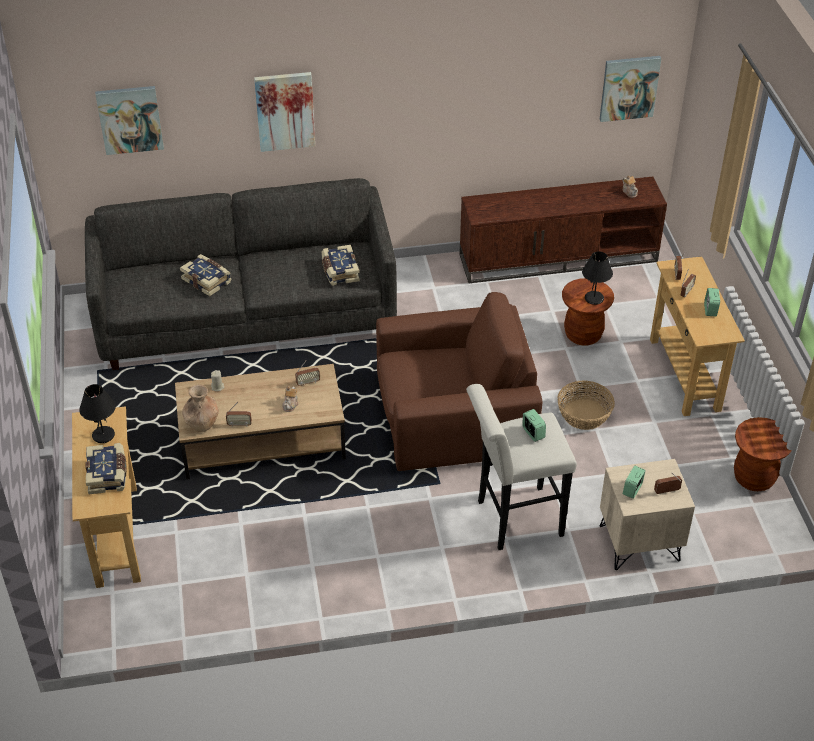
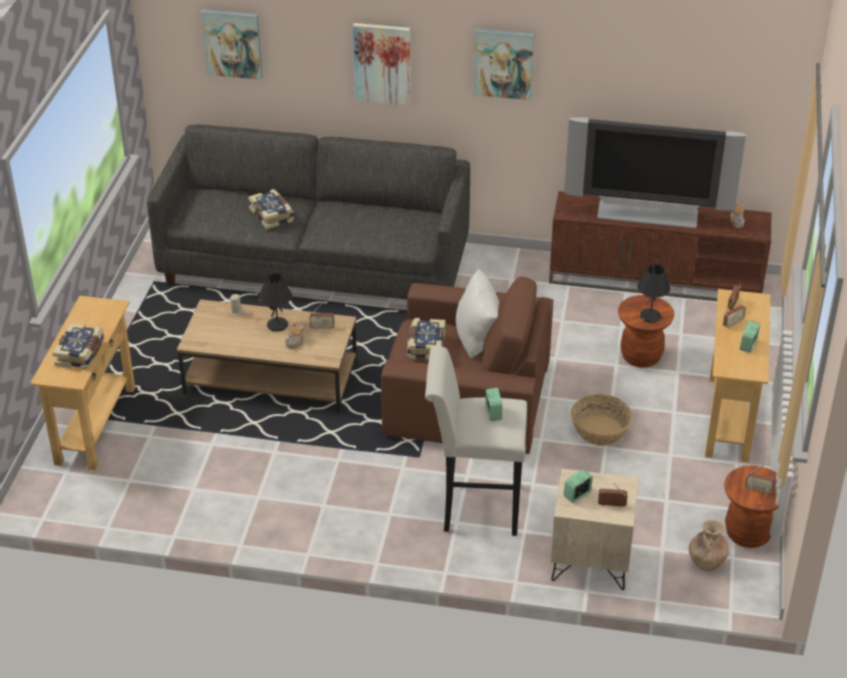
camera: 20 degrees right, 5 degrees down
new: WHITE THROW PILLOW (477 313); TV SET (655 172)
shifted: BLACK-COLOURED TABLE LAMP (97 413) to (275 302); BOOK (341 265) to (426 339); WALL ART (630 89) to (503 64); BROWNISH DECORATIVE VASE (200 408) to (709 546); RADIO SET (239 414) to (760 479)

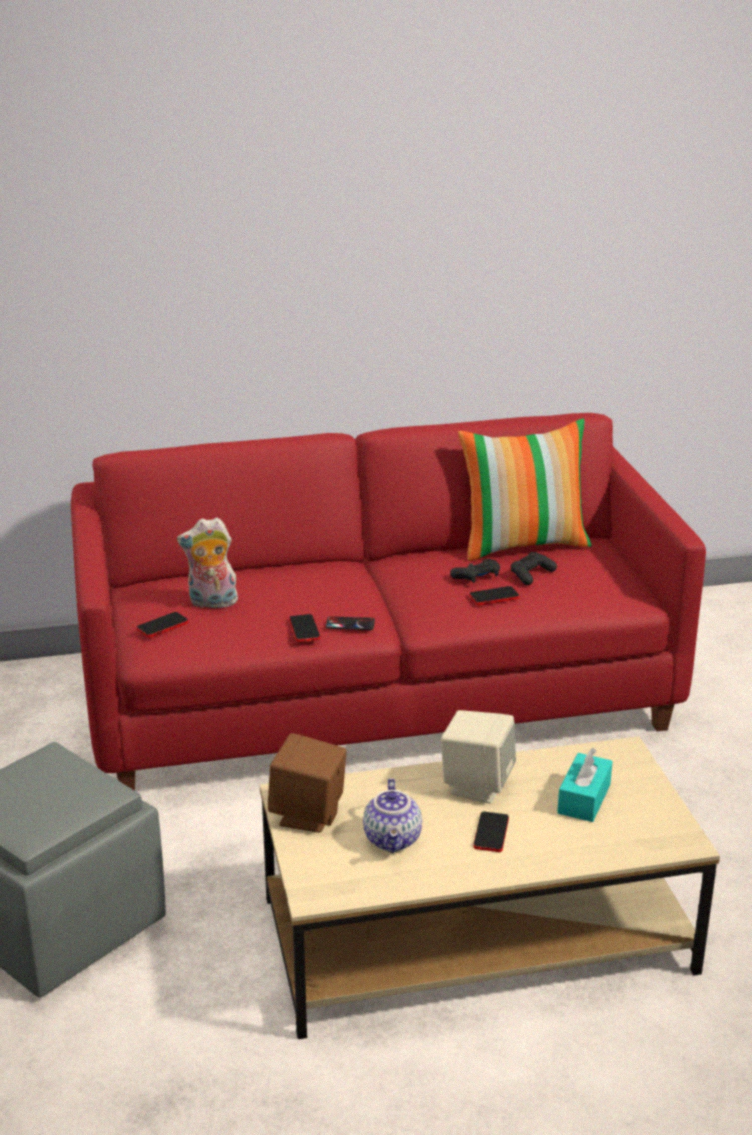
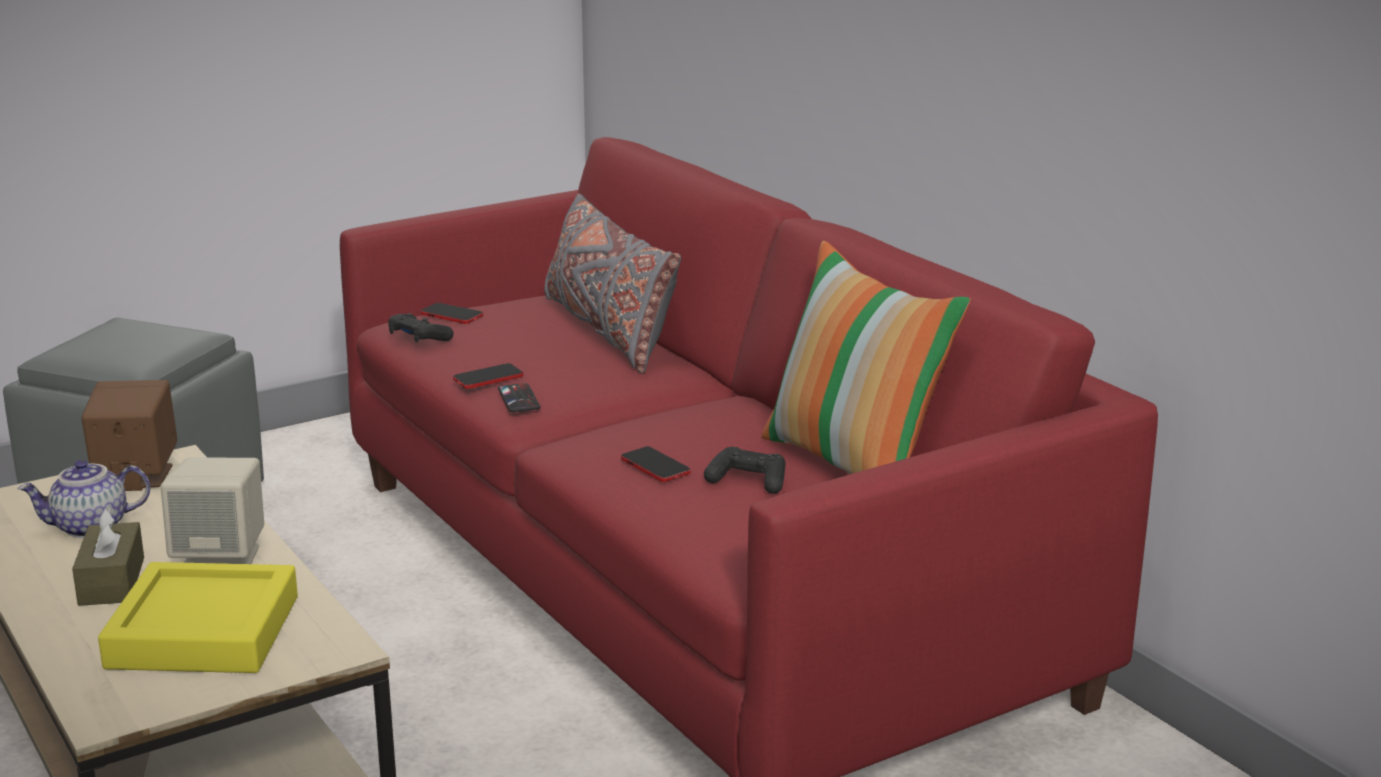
camera: 70 degrees right, 5 degrees down
gone: PLUSH TOY (208 563)
new: GREYISH THROW PILLOW (612 284)
shifted: BLACK-COLOURED GAMEPAD (475 571) to (421 328)
swapped: PHONE (491 831) to BROWNISH TISSUE BOX (108 556); BLUE-GREEN TISSUE BOX (585 785) to YELLOW CARRYING TRAY (198 617)

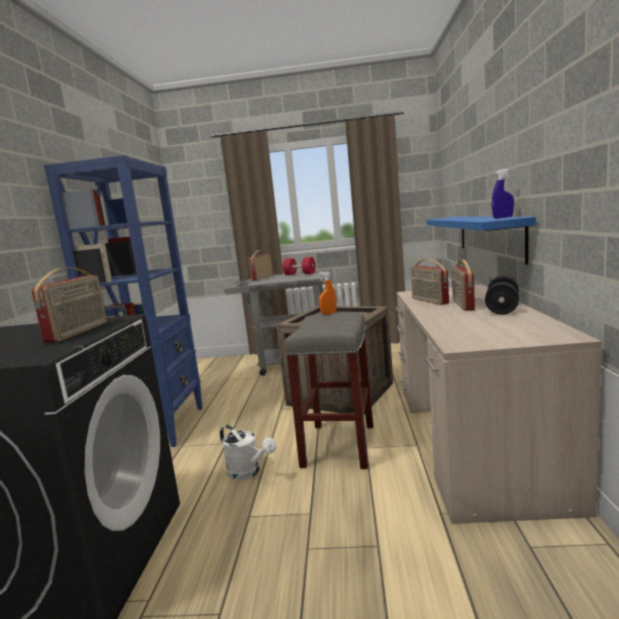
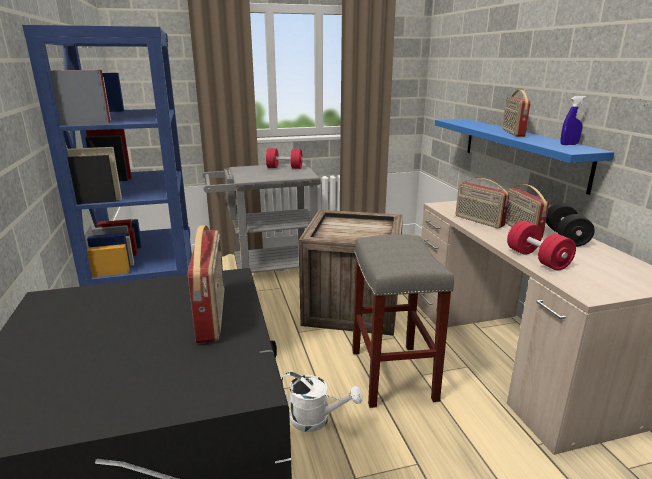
camera: 20 degrees left, 10 degrees up
gone: ORANGE HAND SPRAYER (327 293)
new: RED-COLOURED FREE WEIGHT (541 246)
shifted: RADIO SET (261 265) to (516 113)

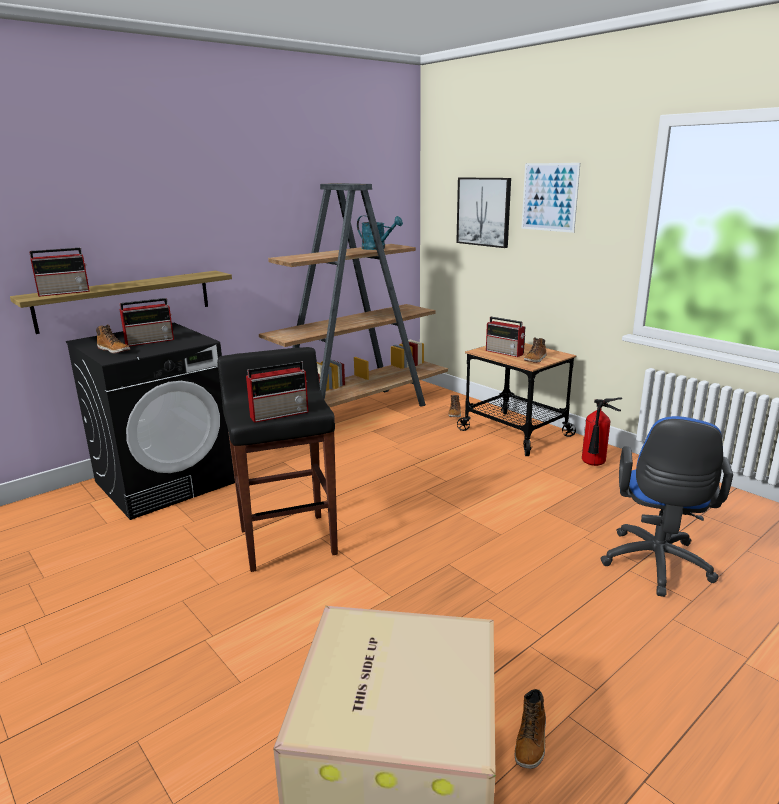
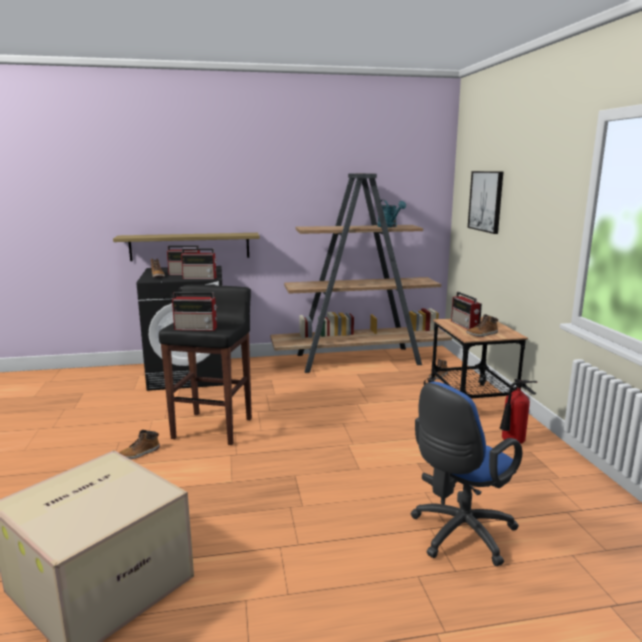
camera: 30 degrees right, 5 degrees down
gone: WALL ART (550 198)
shifted: TALL BOOT (530 729) to (139 444); RADIO SET (59 272) to (199 264)

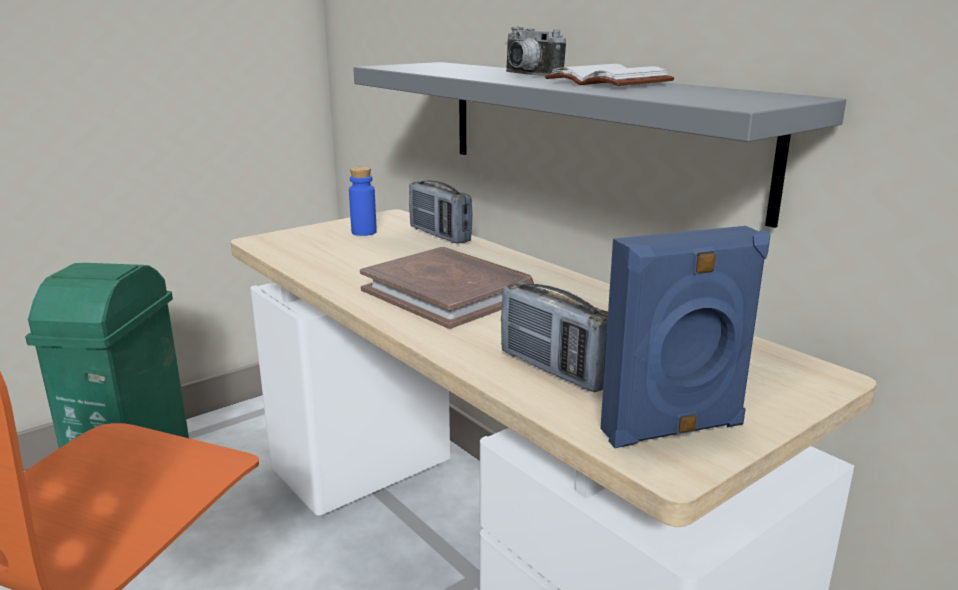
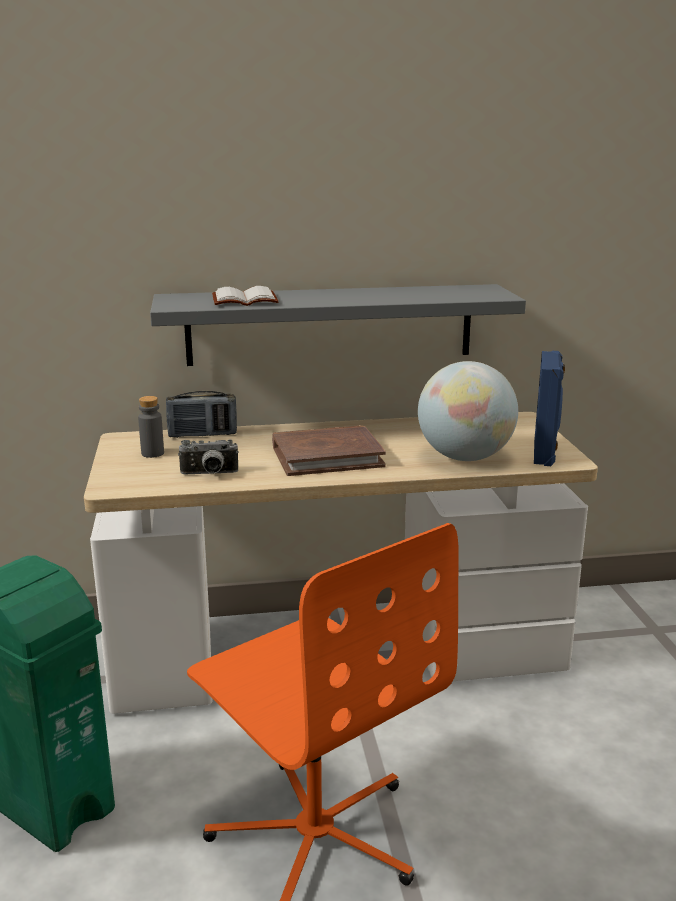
camera: 60 degrees left, 0 degrees up
shifted: PHOTO CAMERA (535 51) to (208 456); WHITE BOOK (609 75) to (245 296)
swapped: RADIO SET (554 337) to GLOBE (468 411)
repainted: BLUE-COLOURED BEVERAGE BOTTLE (363 201) to GREYISH BEVERAGE BOTTLE (151 427)

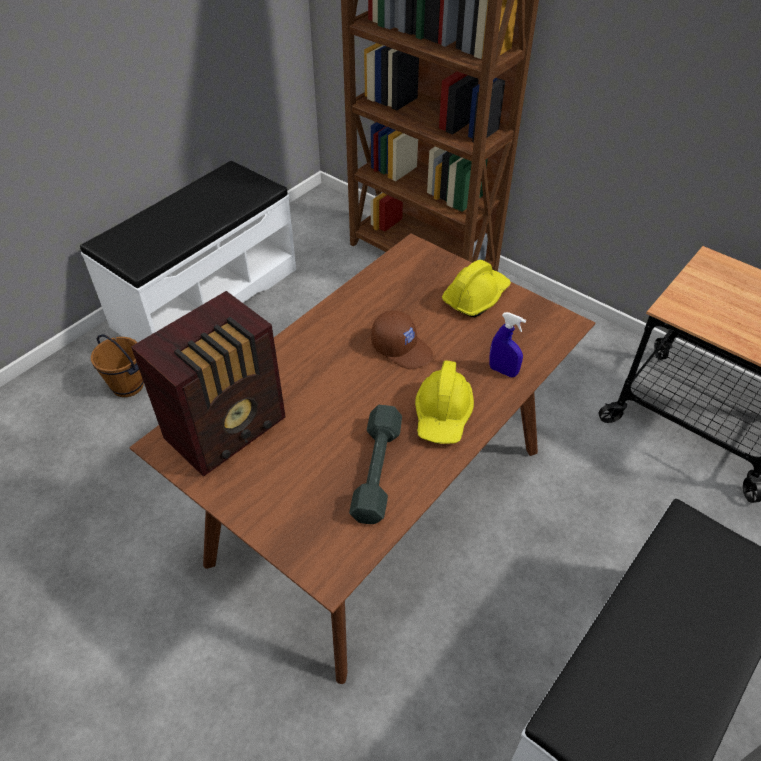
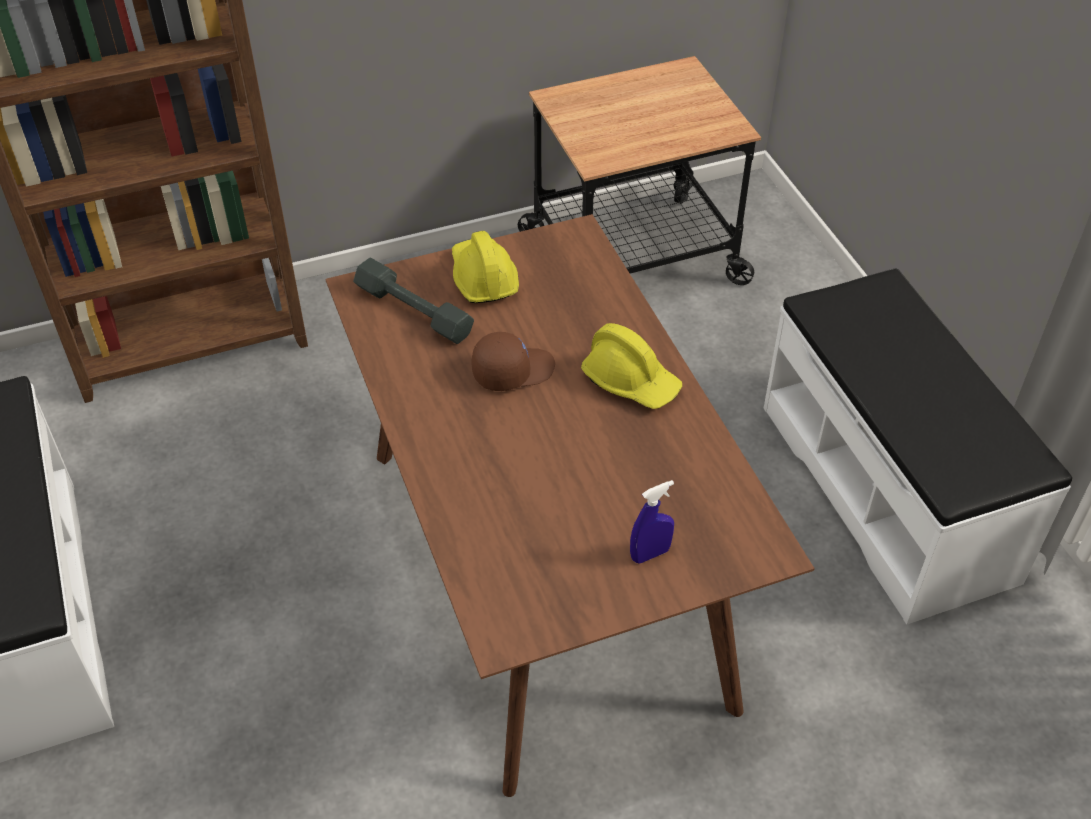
camera: 60 degrees left, 0 degrees up
gone: BROWNISH PAIL (117 365); RADIO SET (208 384)
shifted: GREYISH FREE WEIGHT (375 464) to (413 301); BLUE-COLOURED HAND SPRAYER (507 344) to (652 522)

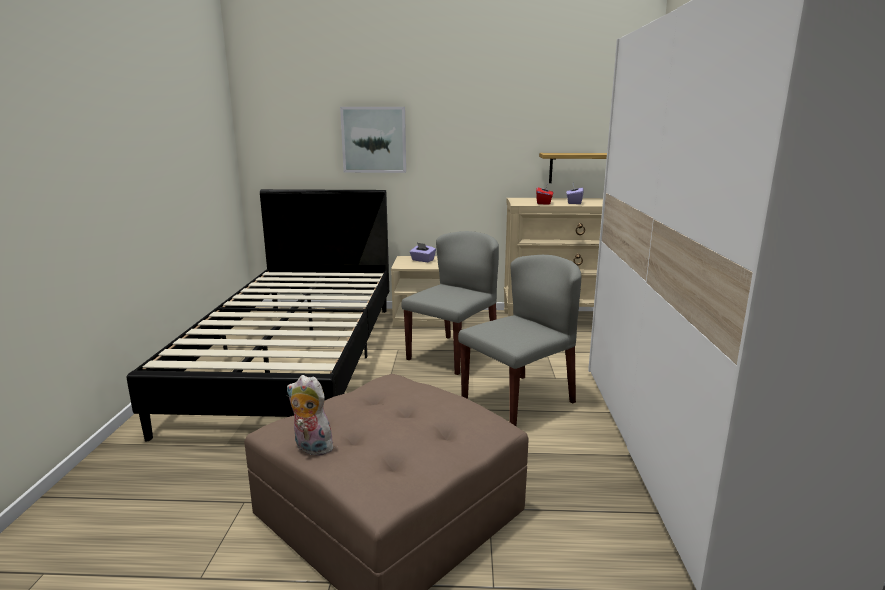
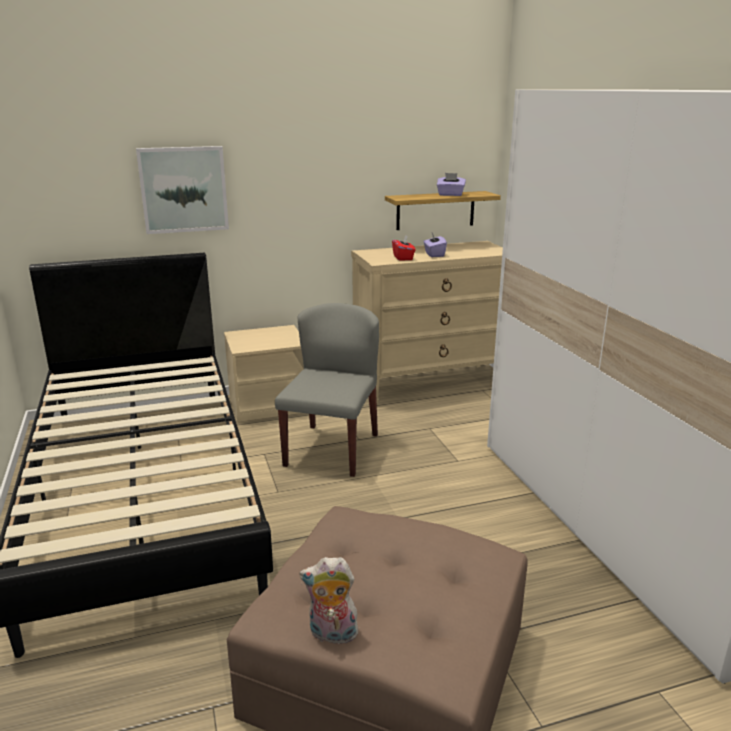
camera: 20 degrees left, 5 degrees up
gone: GREYISH PLAIN CHAIR (519 340)
shifted: PURPLE-COLOURED TISSUE BOX (423 252) to (451 184)

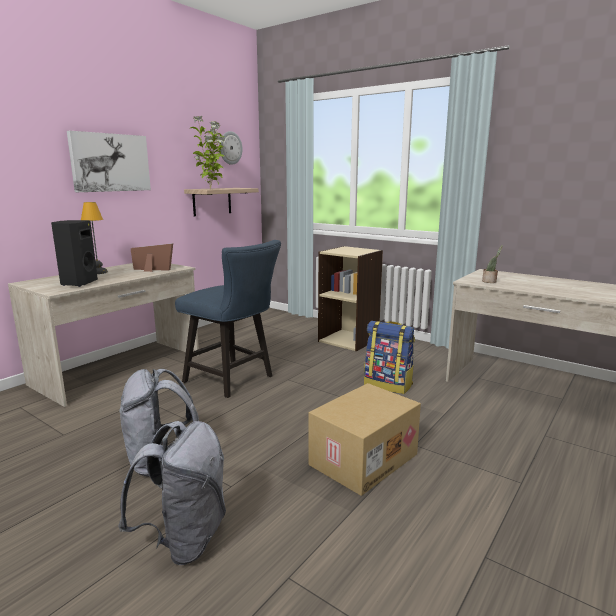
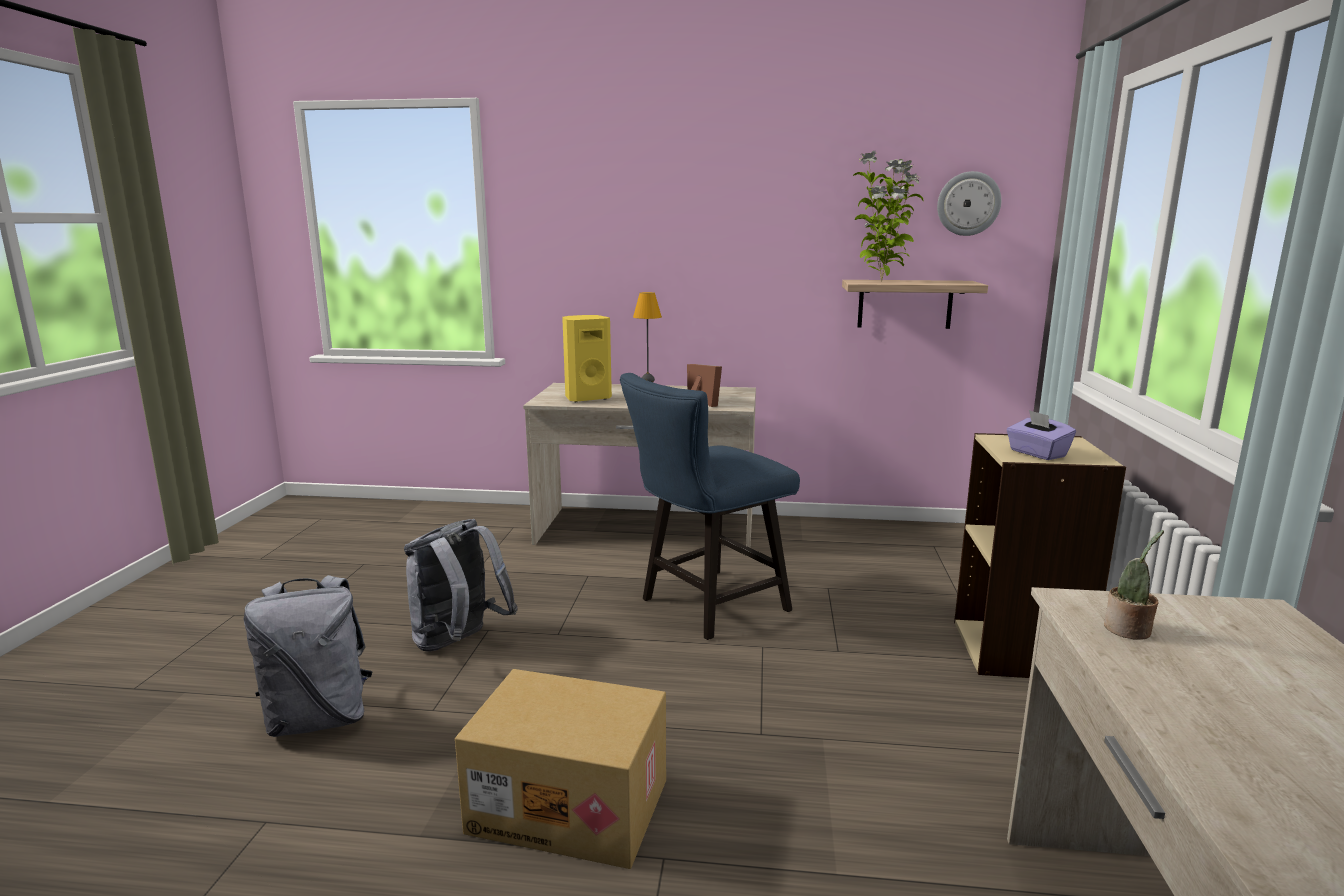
camera: 60 degrees right, 0 degrees up
gone: WALL ART (109 161); RUCKSACK (389 357)
new: PURPLE-COLOURED TISSUE BOX (1041 435)
repainted: BLACK-COLOURED AUDIO SPEAKER (74 253) to YELLOW AUDIO SPEAKER (587 358)
rotated: BLUE-COLOURED PLAIN CHAIR (228 319) = (710 506) 45 degrees clockwise

